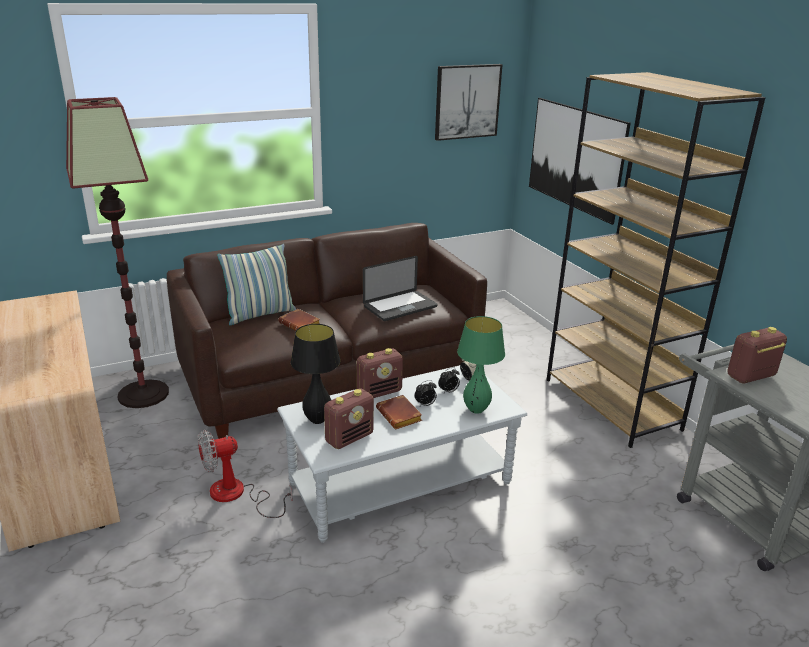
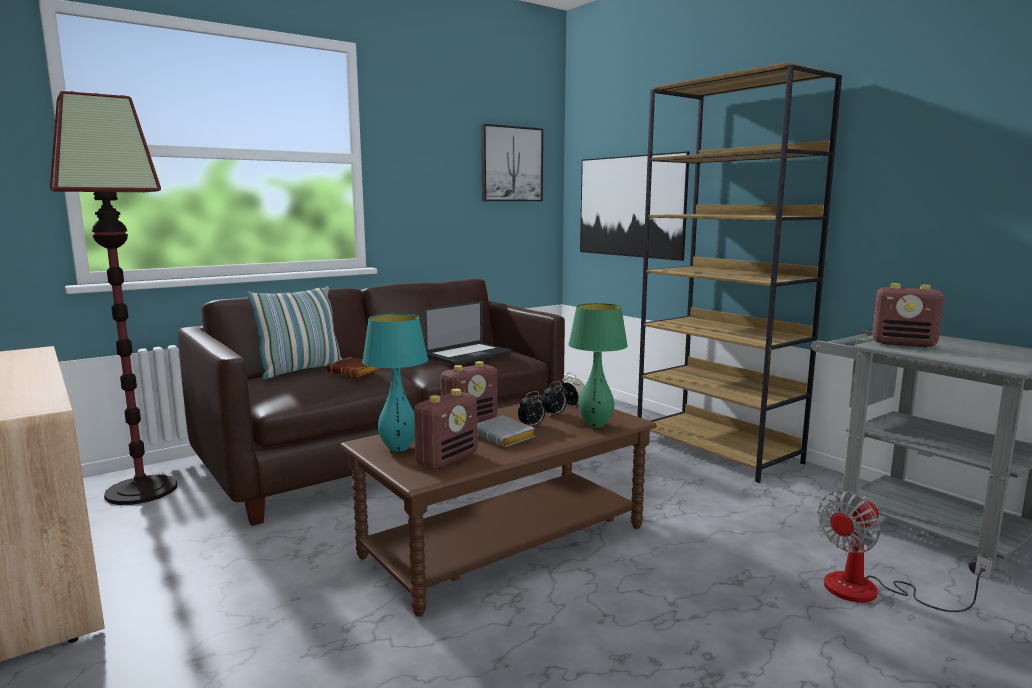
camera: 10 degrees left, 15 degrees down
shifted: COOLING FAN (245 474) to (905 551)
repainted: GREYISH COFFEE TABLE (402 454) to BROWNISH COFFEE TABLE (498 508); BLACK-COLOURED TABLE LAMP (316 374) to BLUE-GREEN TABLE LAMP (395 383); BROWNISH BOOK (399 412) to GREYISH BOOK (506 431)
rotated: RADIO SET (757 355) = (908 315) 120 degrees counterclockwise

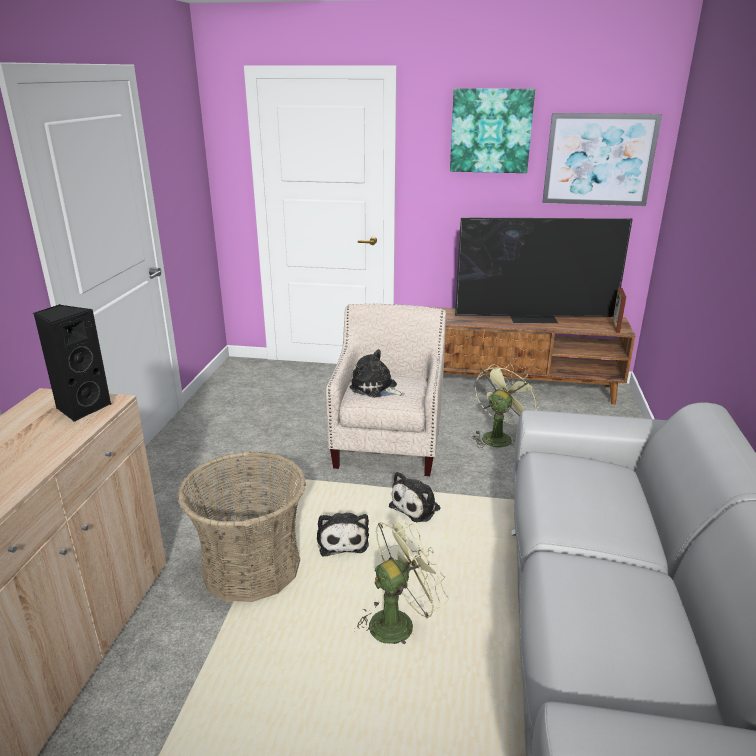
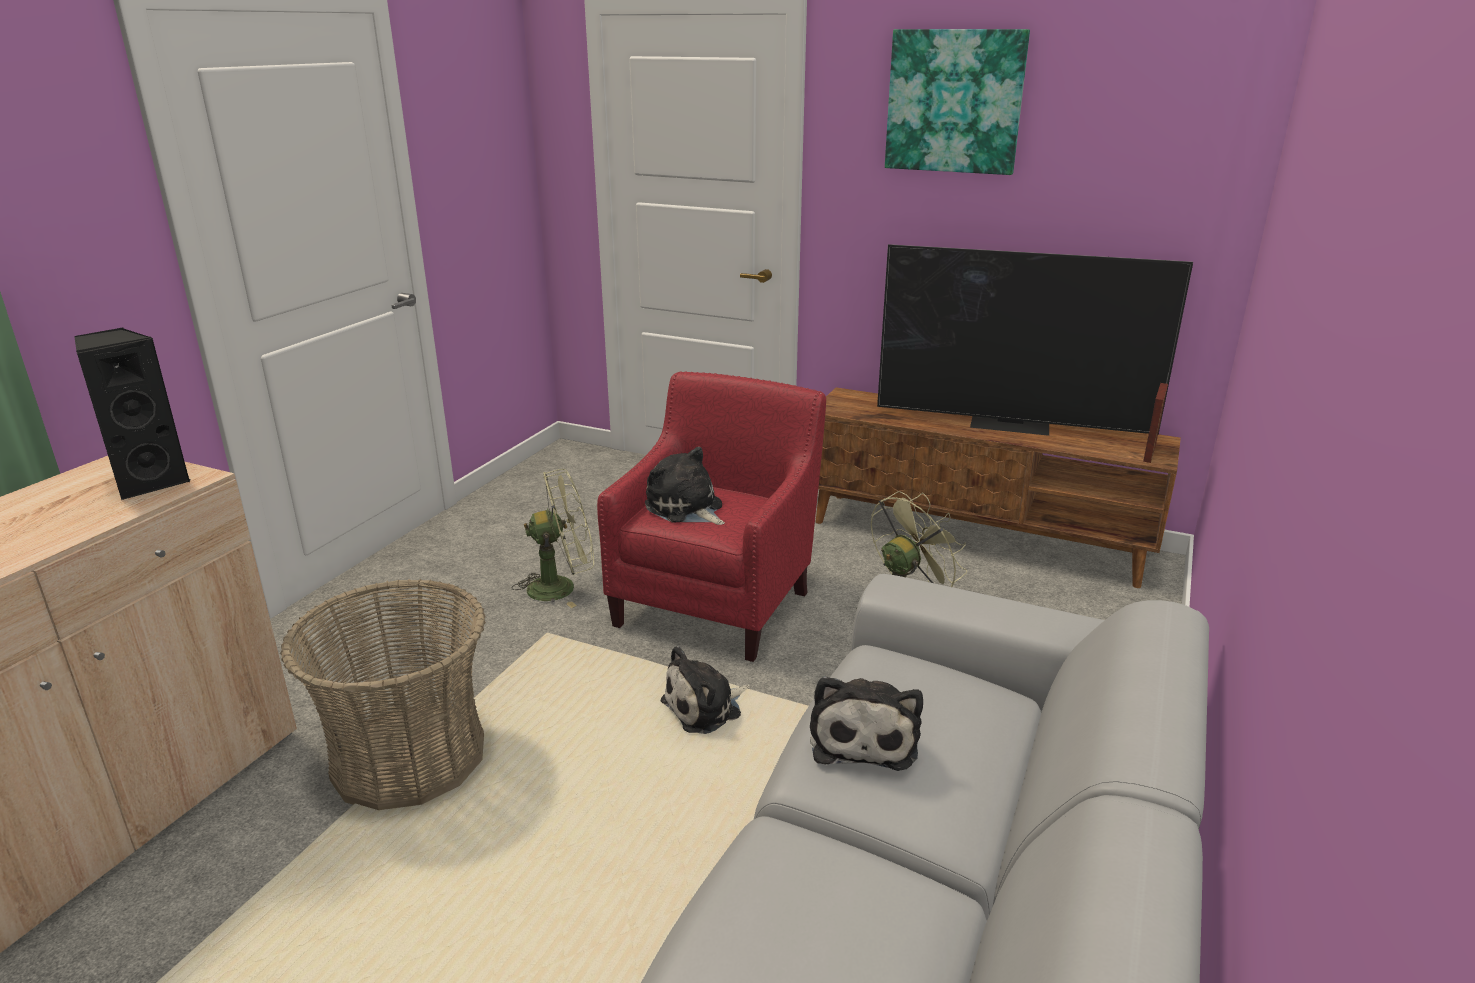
camera: 15 degrees right, 0 degrees up
gone: WALL ART (602 159)
shifted: GREENISH COOLING FAN (403 579) to (553 538); PLUSH TOY (343 534) to (866 723)
repainted: SAND-COLOURED LOUNGE CHAIR (386 389) to RED-COLOURED LOUNGE CHAIR (711 516)

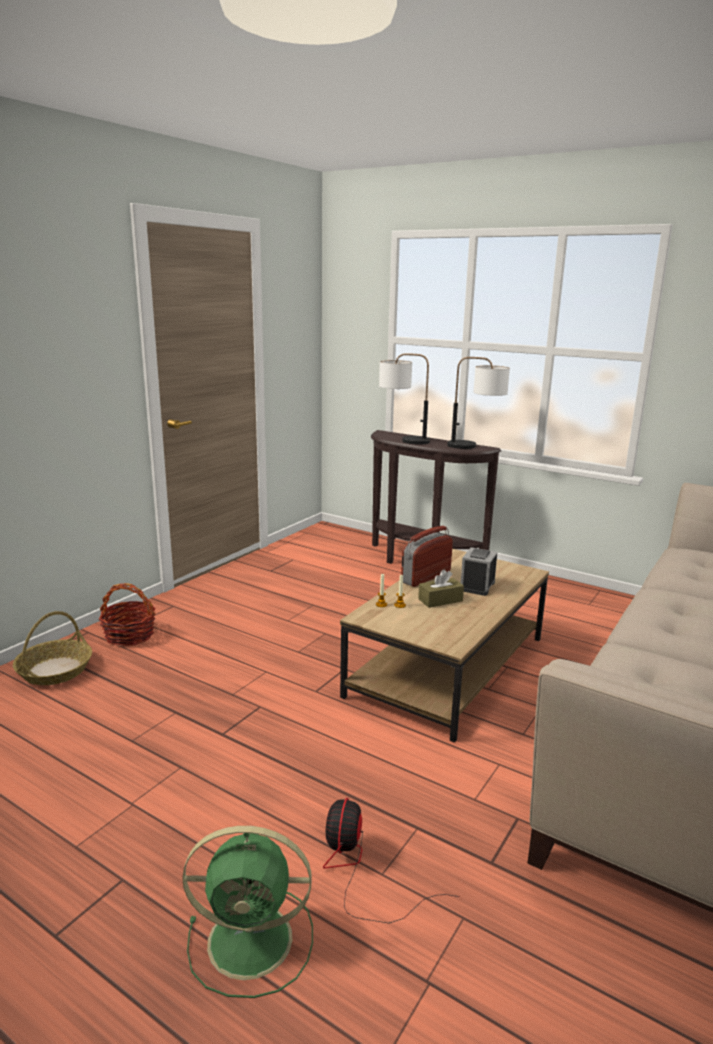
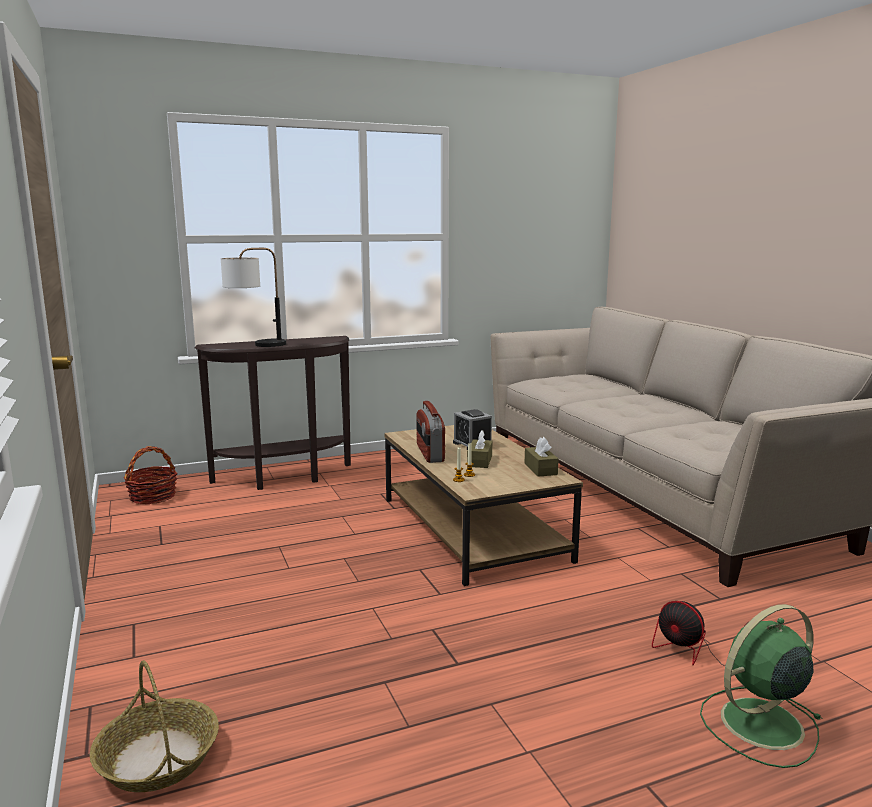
camera: 55 degrees left, 5 degrees down
gone: TABLE LAMP (478 403)
new: BROWNISH TISSUE BOX (541 457)
shifted: STORAGE BASKET (127 615) to (151 475)
rotated: GREENISH COOLING FAN (247 912) = (761 686) 150 degrees counterclockwise

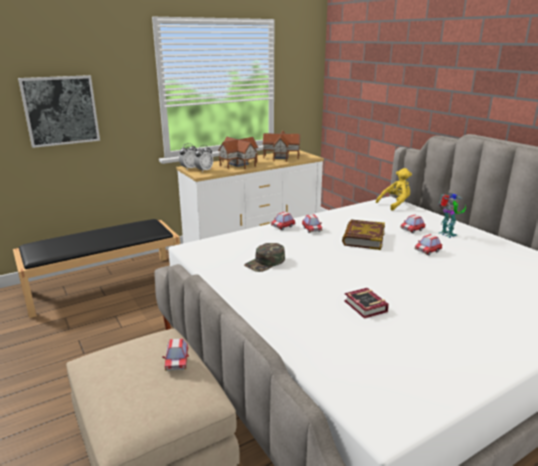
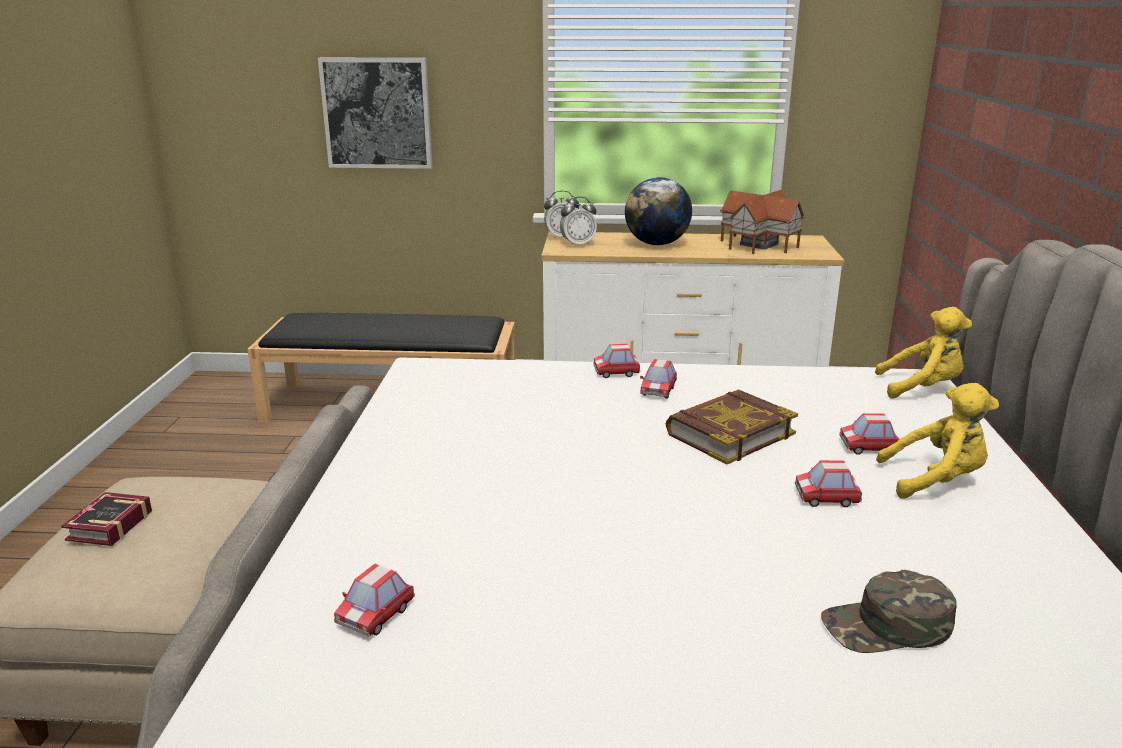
camera: 35 degrees right, 0 degrees up
shifted: BOOK (366 303) to (106 519); MODEL CAR (176 354) to (374 600); GREENISH CAP (264 257) to (888 611)
swapped: MINIATURE HOUSE (238 153) to GLOBE (658 211); TOY ROBOT (452 215) to YELLOW PLUSH TOY (937 441)

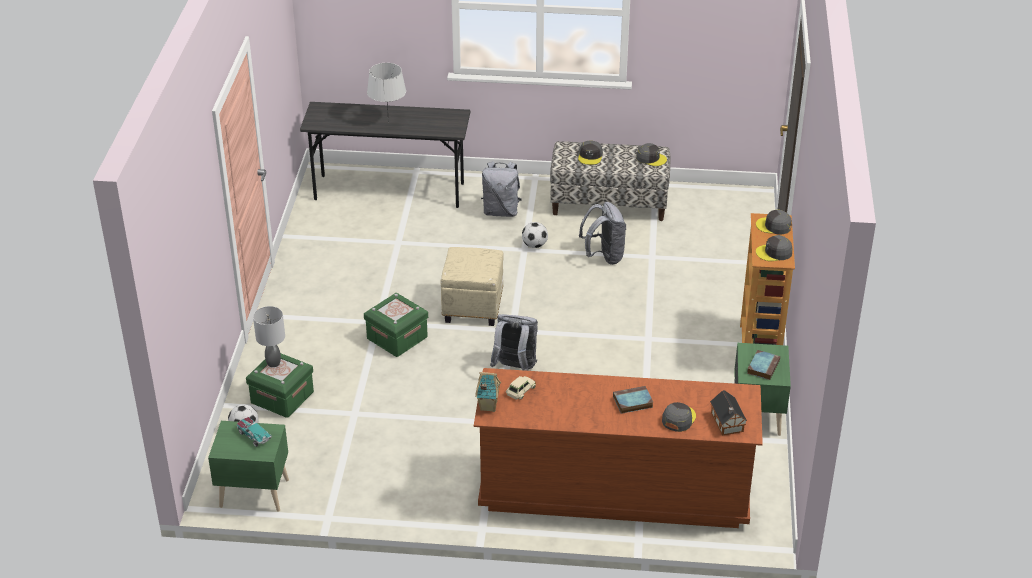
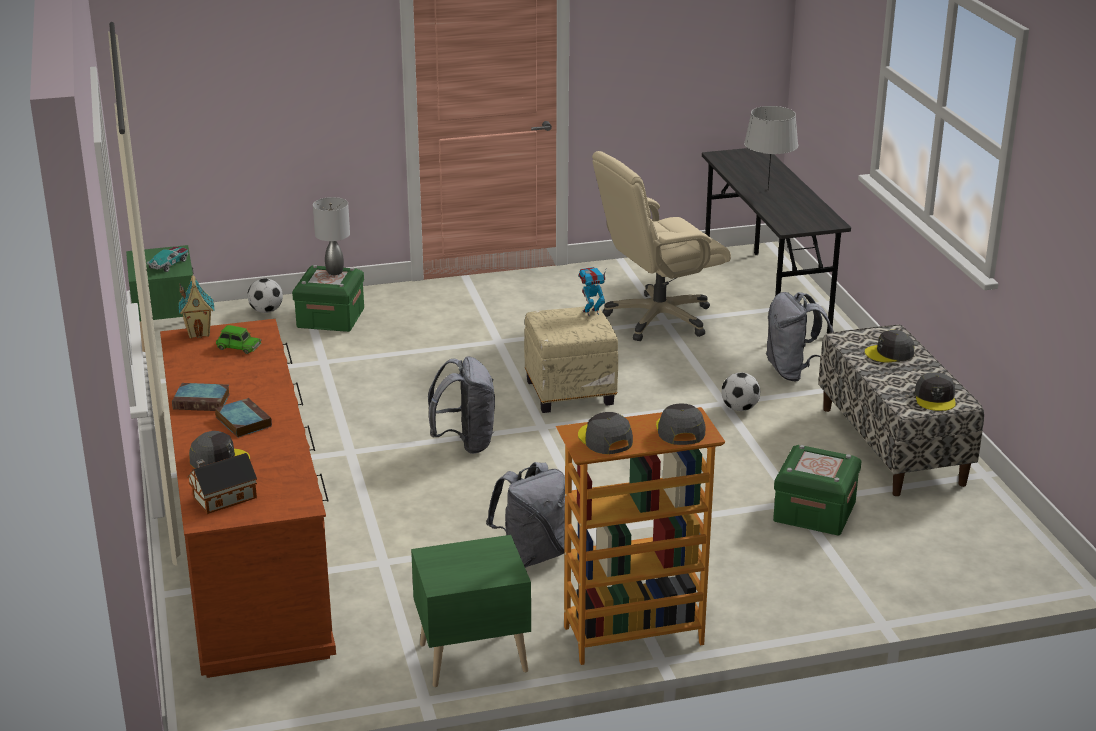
camera: 70 degrees right, 10 degrees down
new: TOY ROBOT (592 291); SAND-COLOURED COMPUTER CHAIR (661 246)
shifted: BOOK (763 365) to (201 397); GREYISH RUCKSACK (602 233) to (525 515); GREENISH STORAGE CONTAINER (396 325) to (817 490)
repainted: SAND-COLOURED MODEL CAR (521 388) to GREENISH MODEL CAR (238 339)

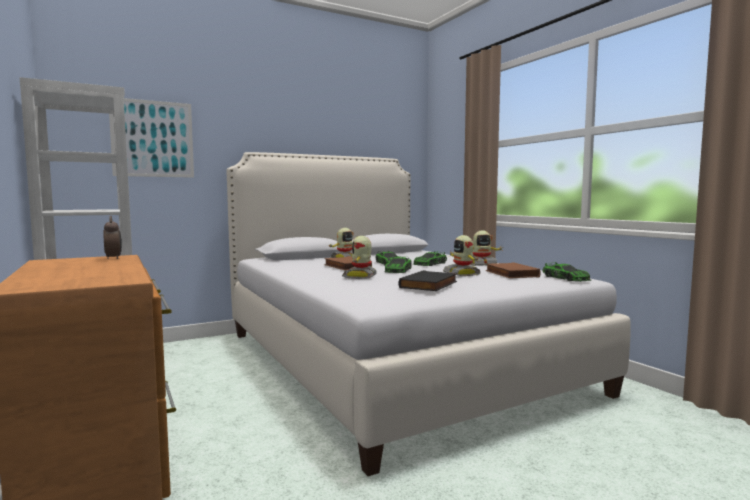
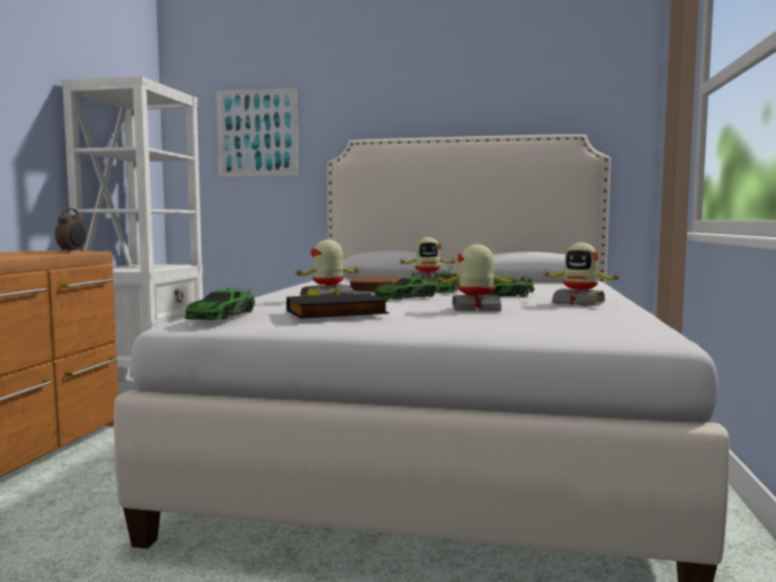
camera: 40 degrees right, 0 degrees up
gone: BROWNISH BOOK (513 270)
shifted: MODEL CAR (566 272) to (219 304)
rotated: TOY ROBOT (461 255) = (476 277) 75 degrees clockwise

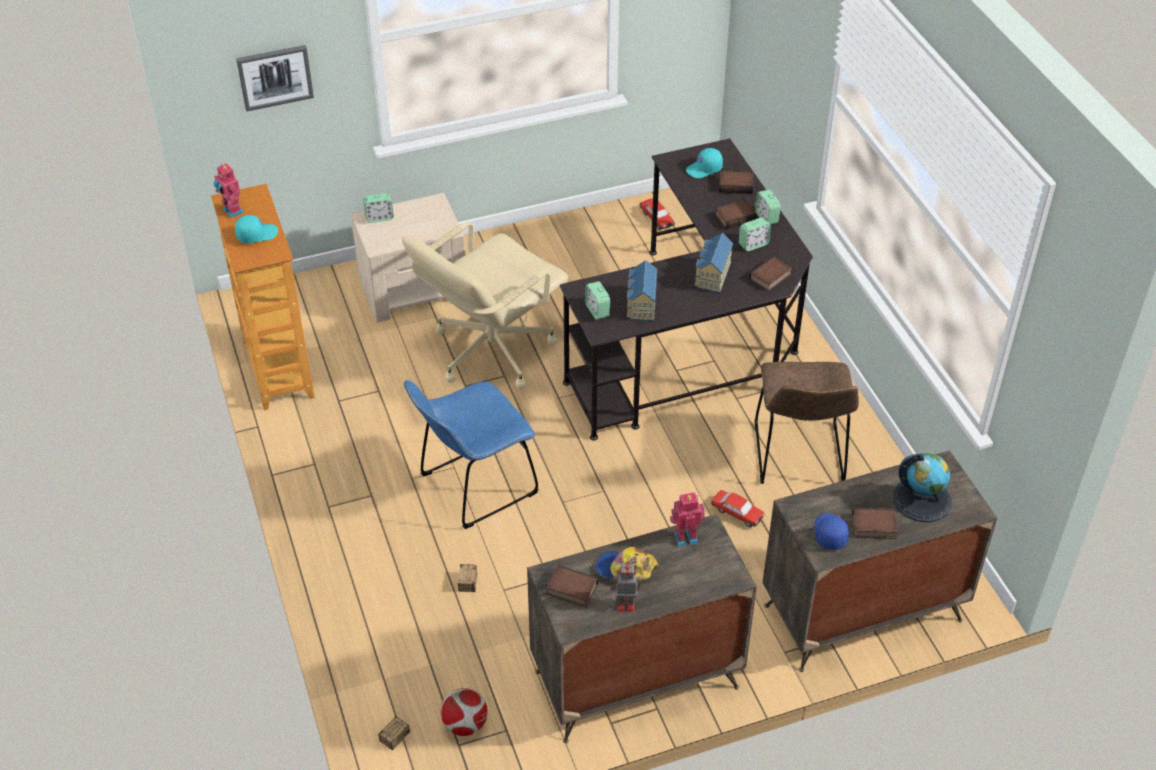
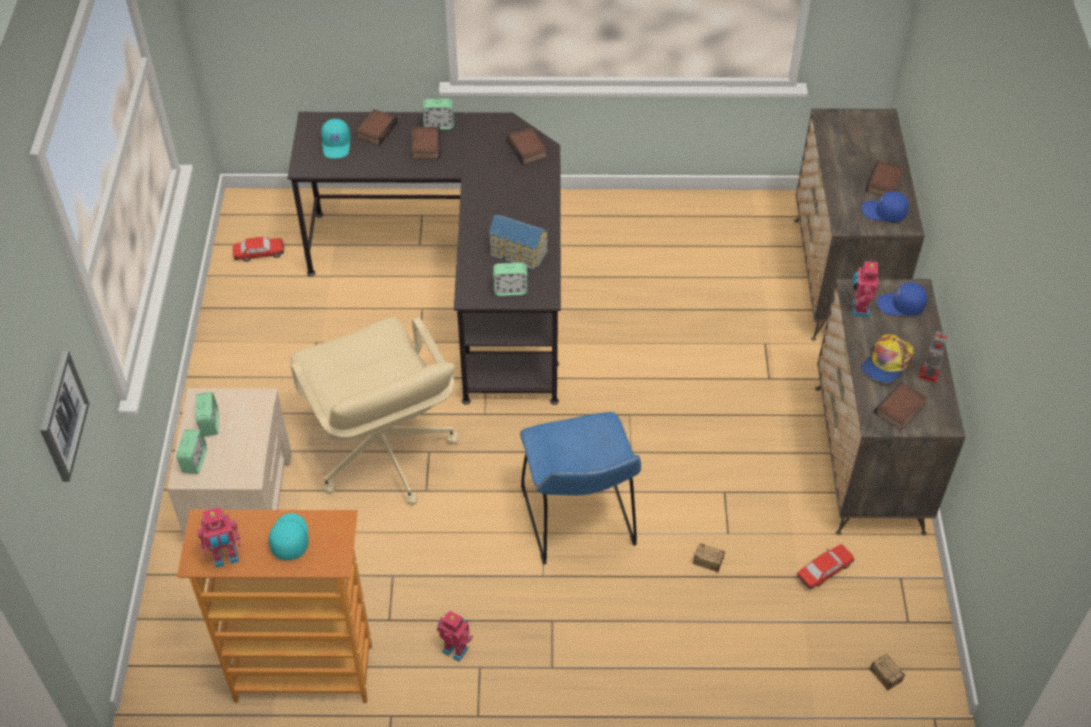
camera: 70 degrees left, 5 degrees up
gone: FOOTBALL BALL (463 712); MINIATURE HOUSE (714 263); BROWNISH PLAIN CHAIR (807 423); GLOBE (922 487)
new: TOY ROBOT (455 636); BLUE-COLOURED CAP (902 299)
shifted: ALARM CLOCK (755 234) to (207 414); MODEL CAR (738 508) to (825 566)

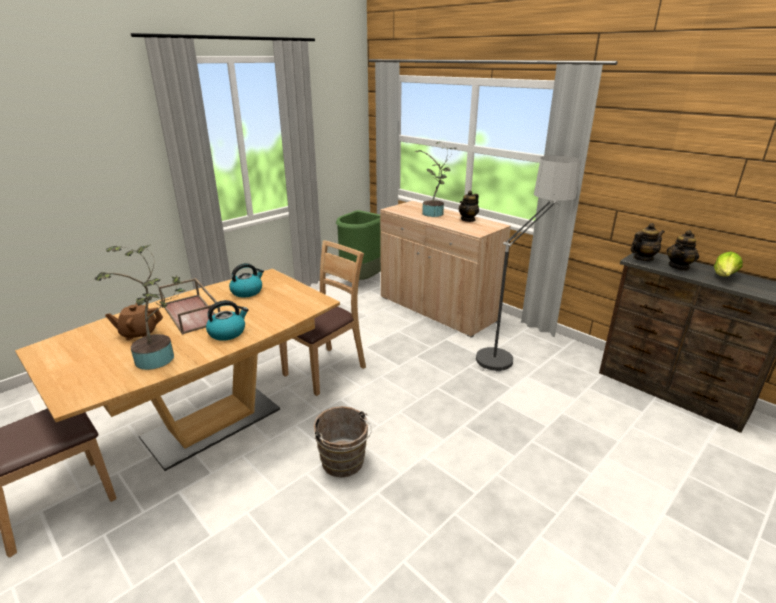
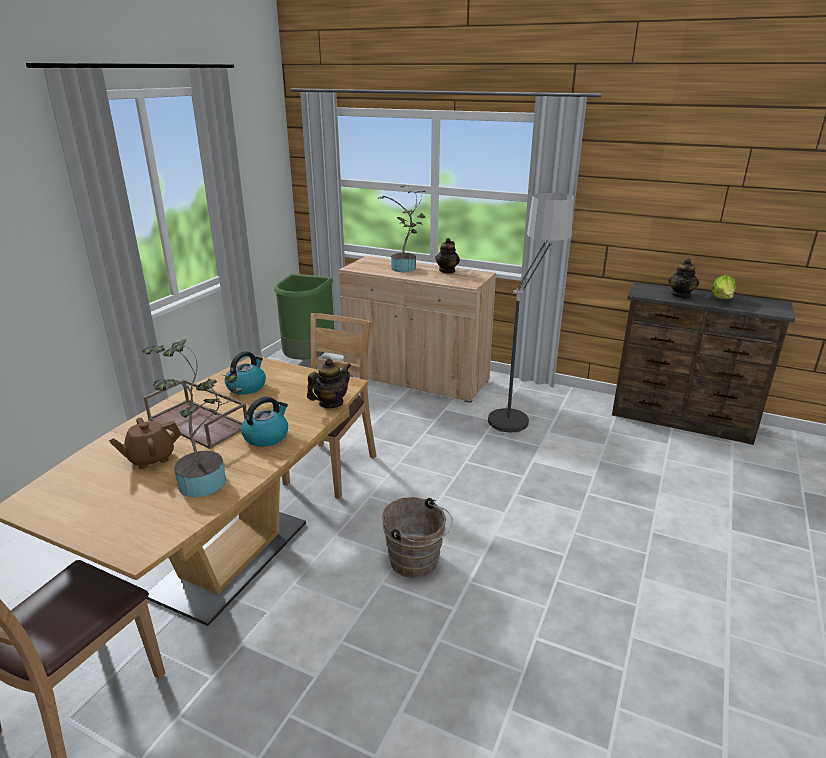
camera: 20 degrees left, 0 degrees up
shifted: TEA POT (648 242) to (329 383)

